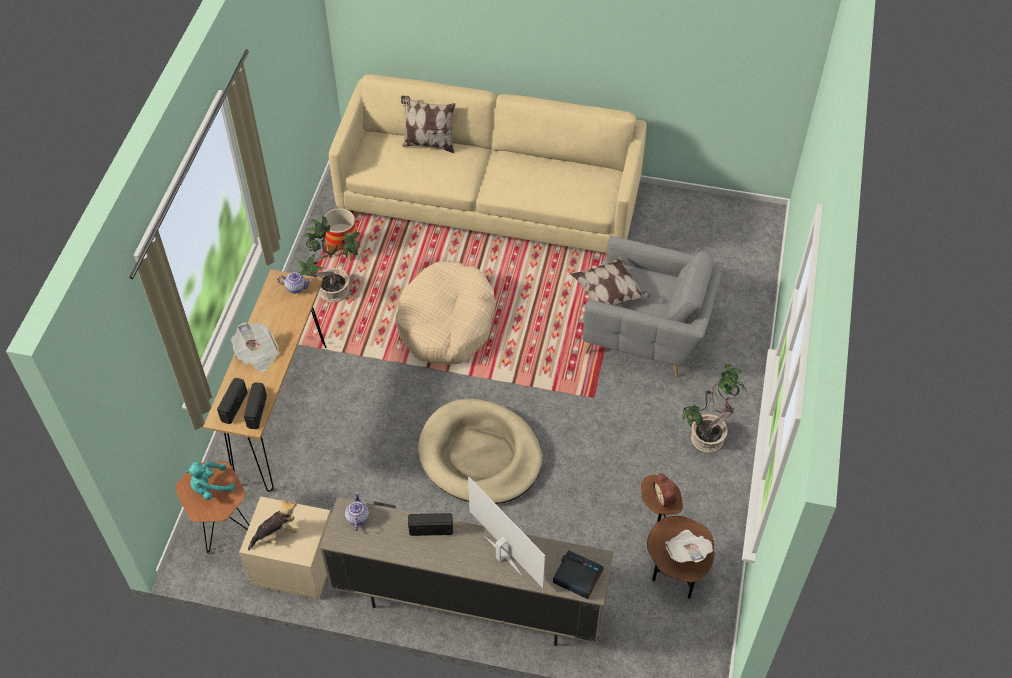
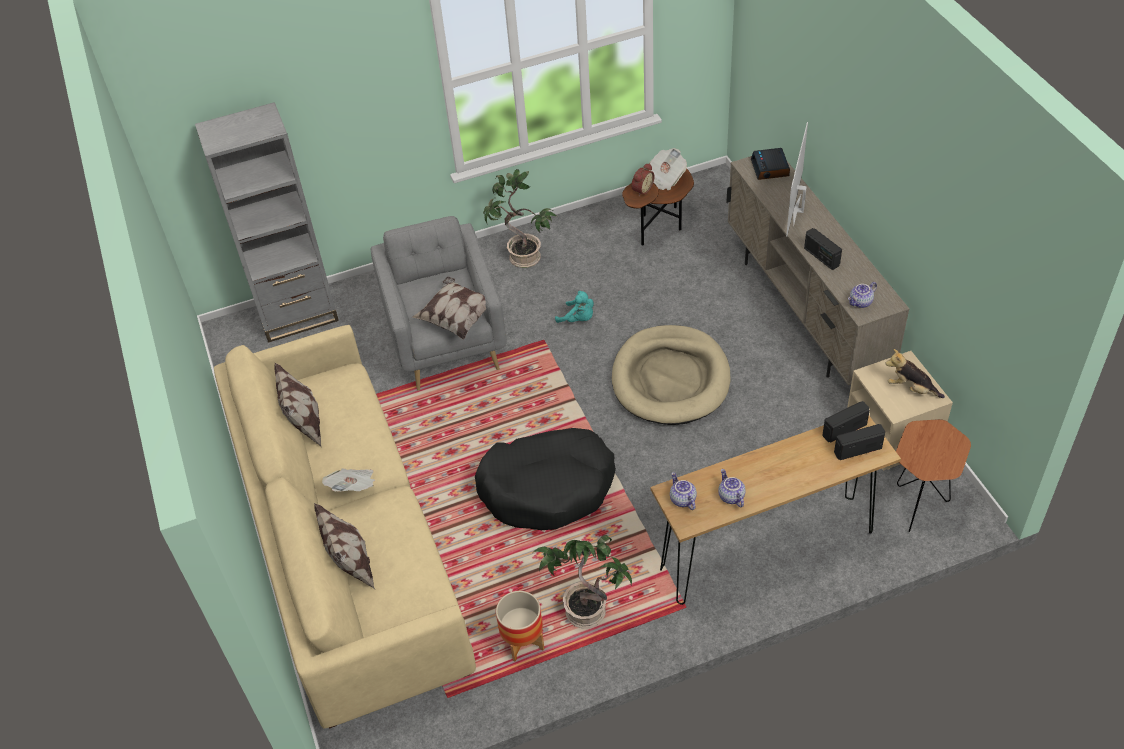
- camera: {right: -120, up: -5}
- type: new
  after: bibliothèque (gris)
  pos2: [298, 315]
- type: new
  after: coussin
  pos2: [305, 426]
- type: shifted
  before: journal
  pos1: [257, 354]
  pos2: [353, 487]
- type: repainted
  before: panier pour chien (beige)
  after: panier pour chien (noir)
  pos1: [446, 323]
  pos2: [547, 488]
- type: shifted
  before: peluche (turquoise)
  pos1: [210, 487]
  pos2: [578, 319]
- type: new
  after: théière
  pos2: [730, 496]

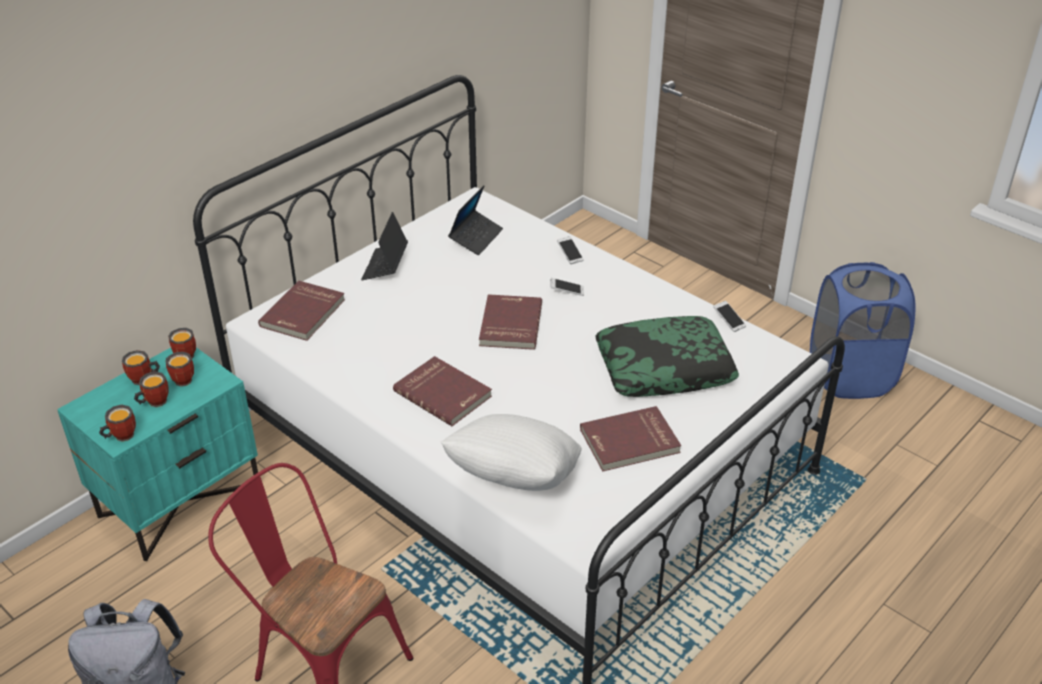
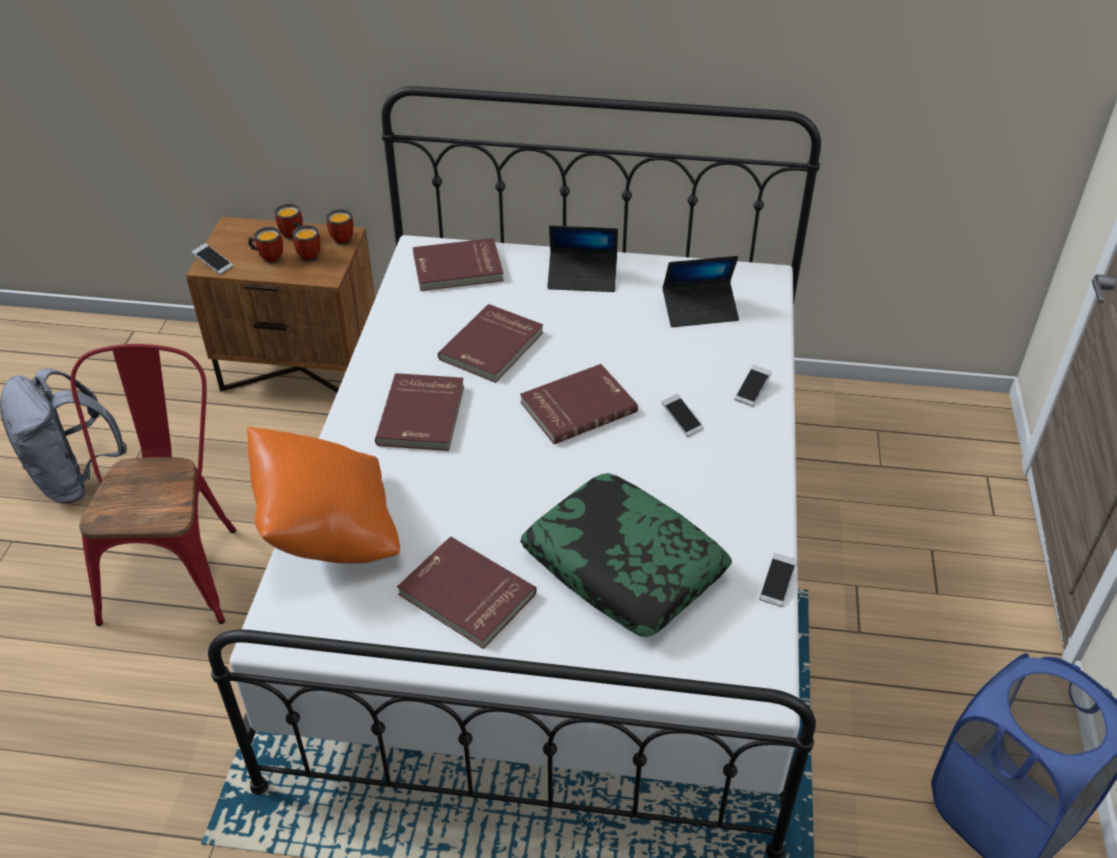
- camera: {right: 55, up: 5}
- type: repainted
  before: table de chevet (turquoise)
  after: table de chevet (marron)
  pos1: [179, 499]
  pos2: [301, 367]
- type: swapped
  before: mug
  after: téléphone
  pos1: [120, 436]
  pos2: [213, 264]
- type: repainted
  before: coussin (blanc)
  after: coussin (orange)
  pos1: [514, 482]
  pos2: [329, 532]
- type: new
  after: livre (rouge)
  pos2: [493, 346]
- type: rotated
  before: ordinateur portable
  pos1: [385, 266]
  pos2: [582, 278]
  turn: -150

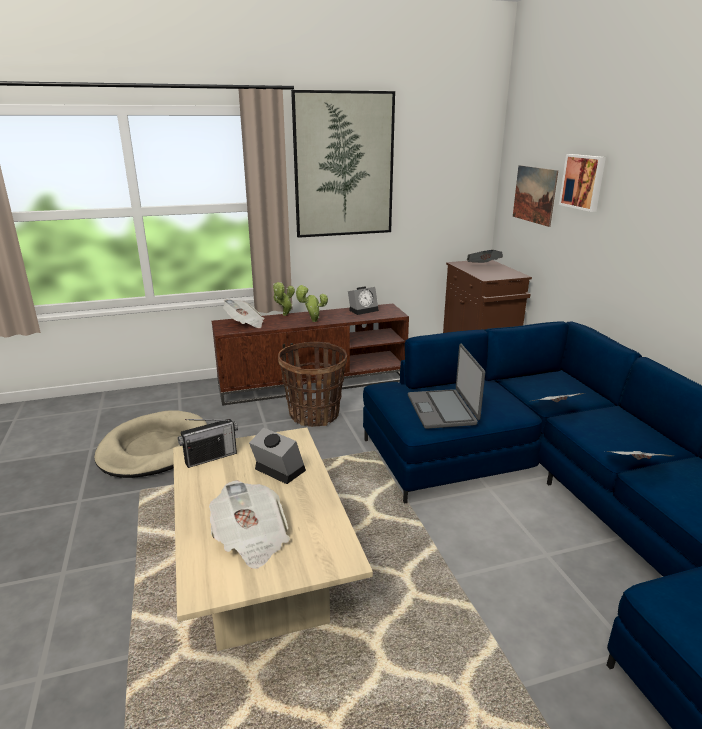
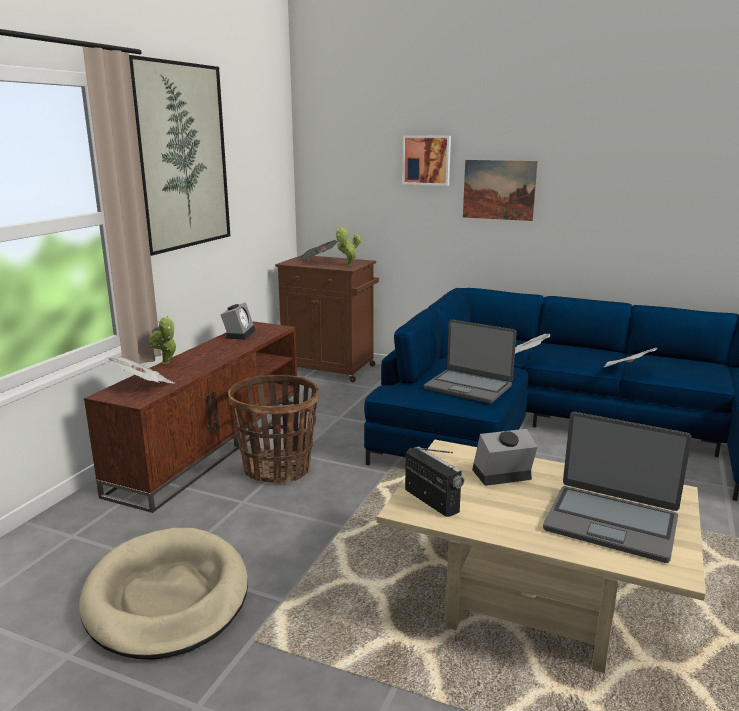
- camera: {right: -50, up: -5}
- type: shifted
  before: plante en pot
  pos1: [312, 321]
  pos2: [347, 265]
- type: rotated
  before: radio
  pos1: [210, 457]
  pos2: [431, 501]
  turn: -45
- type: shifted
  before: tableau
  pos1: [534, 195]
  pos2: [499, 190]
- type: swapped
  before: journal
  after: ordinateur portable
  pos1: [251, 540]
  pos2: [611, 523]

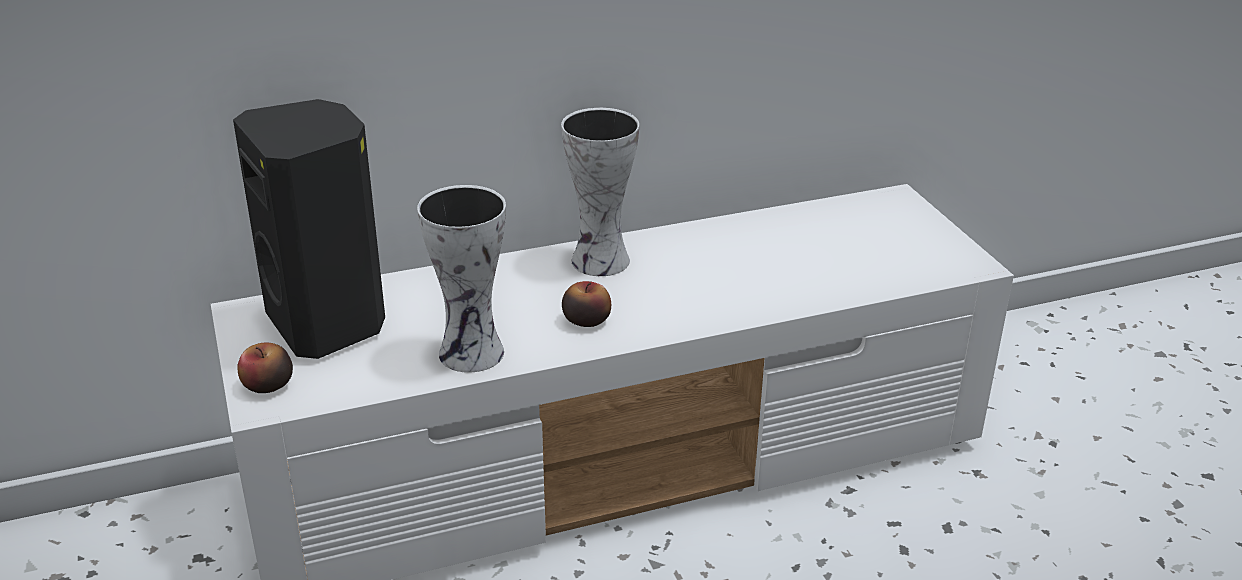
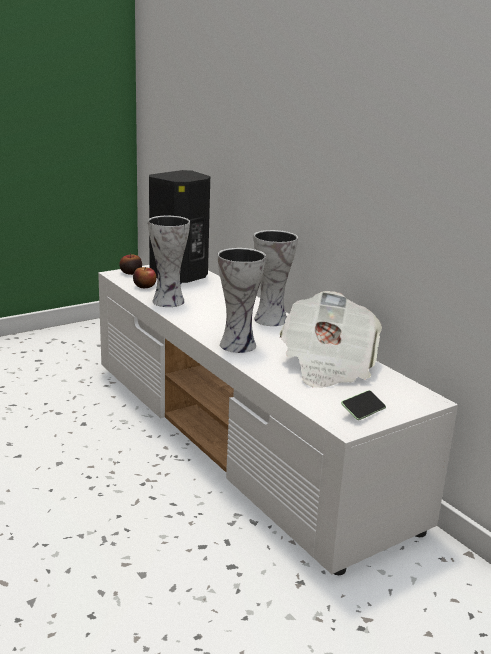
- camera: {right: 75, up: -10}
- type: shifted
  before: pomme
  pos1: [586, 320]
  pos2: [144, 286]
- type: new
  after: vase
  pos2: [238, 344]
- type: new
  after: journal
  pos2: [327, 365]
- type: new
  after: téléphone
  pos2: [363, 411]

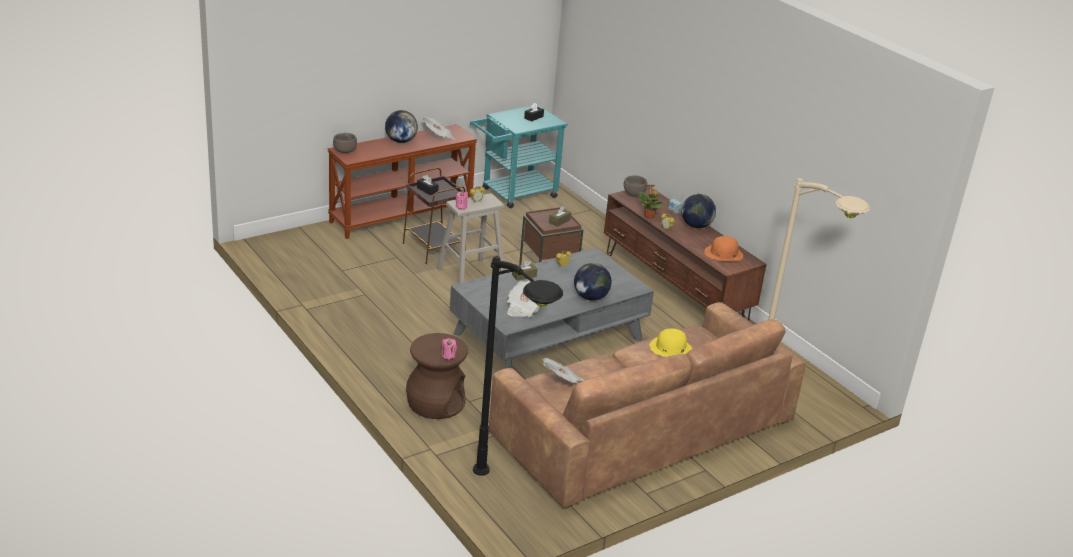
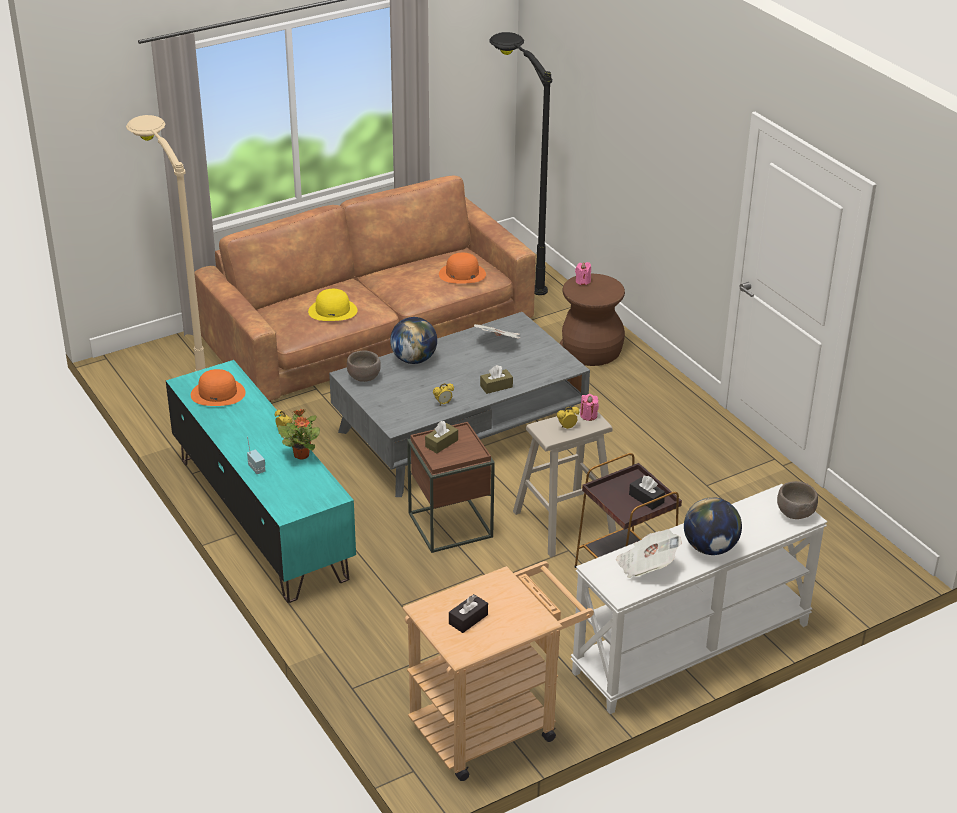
- camera: {right: -175, up: 5}
- type: repainted
  before: meuble télé (marron)
  after: meuble télé (turquoise)
  pos1: [675, 287]
  pos2: [261, 517]
- type: shifted
  before: bol (marron)
  pos1: [633, 194]
  pos2: [364, 378]
- type: repainted
  before: chariot (turquoise)
  after: chariot (beige)
  pos1: [514, 194]
  pos2: [494, 724]
- type: swapped
  before: journal
  after: chapeau (orange)
  pos1: [562, 381]
  pos2: [462, 274]
- type: repainted
  before: table console (marron)
  after: table console (blanc)
  pos1: [401, 215]
  pos2: [692, 649]
- type: gone
  before: globe
  pos1: [696, 226]

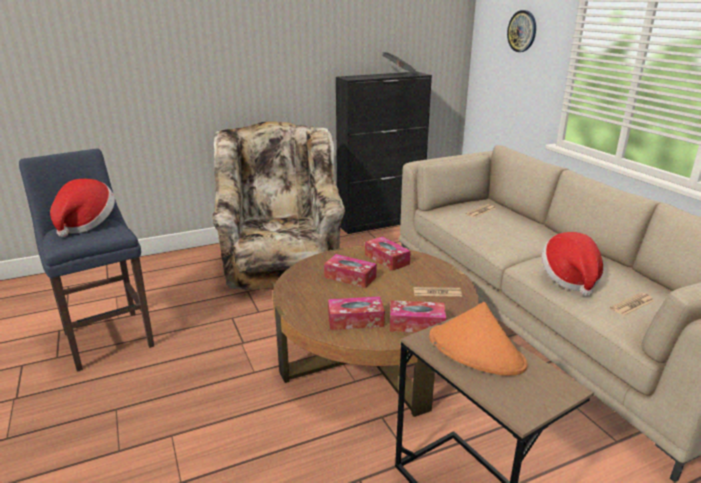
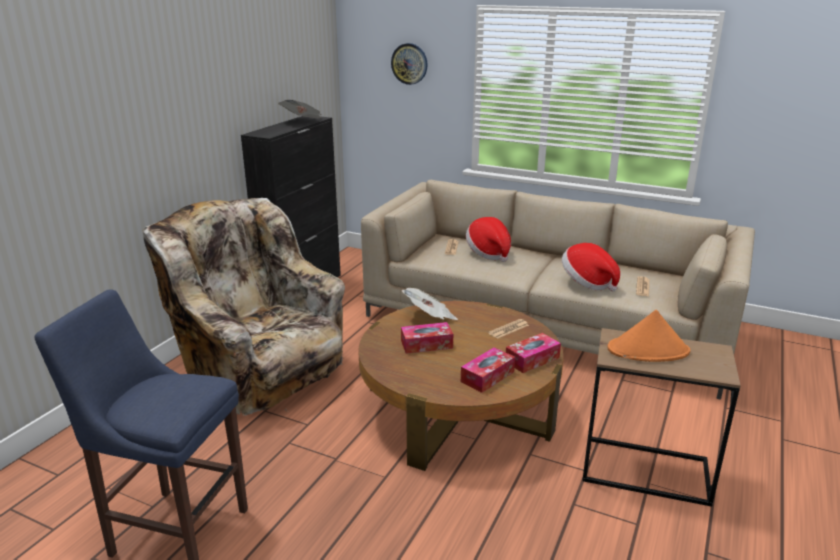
- camera: {right: -40, up: 0}
- type: swapped
  before: boîte à mouchoirs
  after: journal
  pos1: [387, 259]
  pos2: [430, 317]
- type: shifted
  before: chapeau
  pos1: [86, 224]
  pos2: [488, 253]

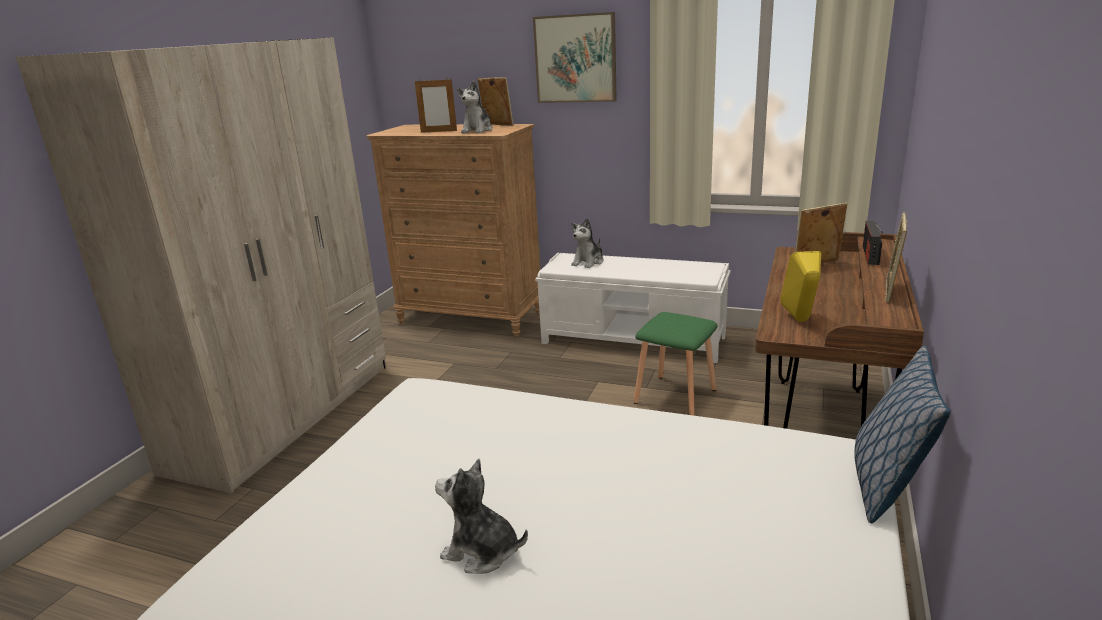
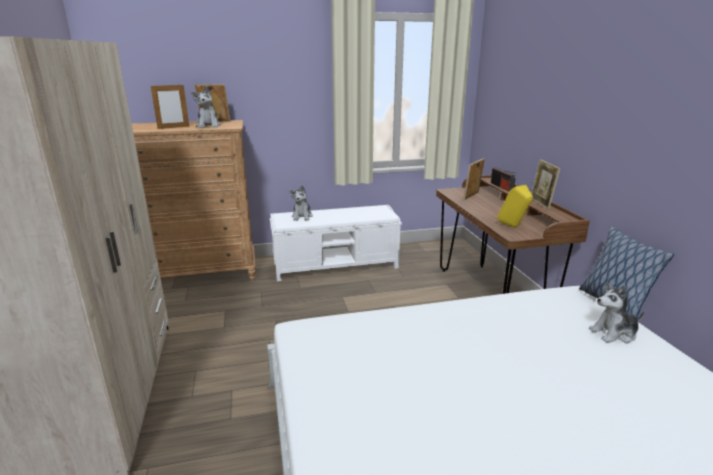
- camera: {right: -35, up: 0}
- type: shifted
  before: peluche
  pos1: [481, 552]
  pos2: [614, 333]
- type: gone
  before: tableau
  pos1: [575, 59]
- type: gone
  before: tabouret (vert)
  pos1: [675, 395]

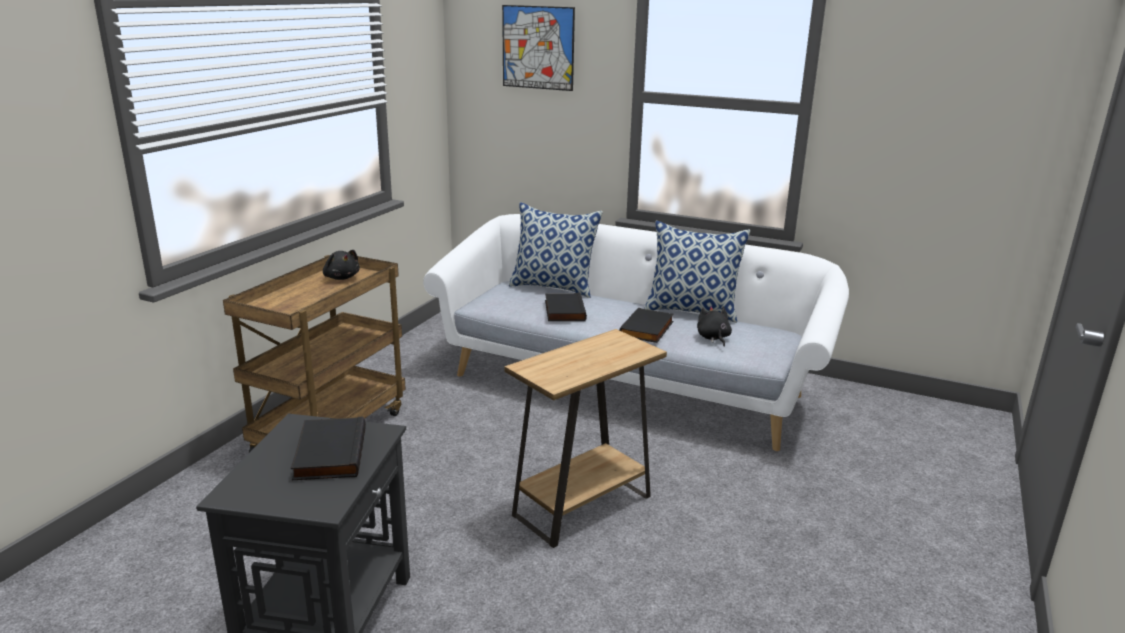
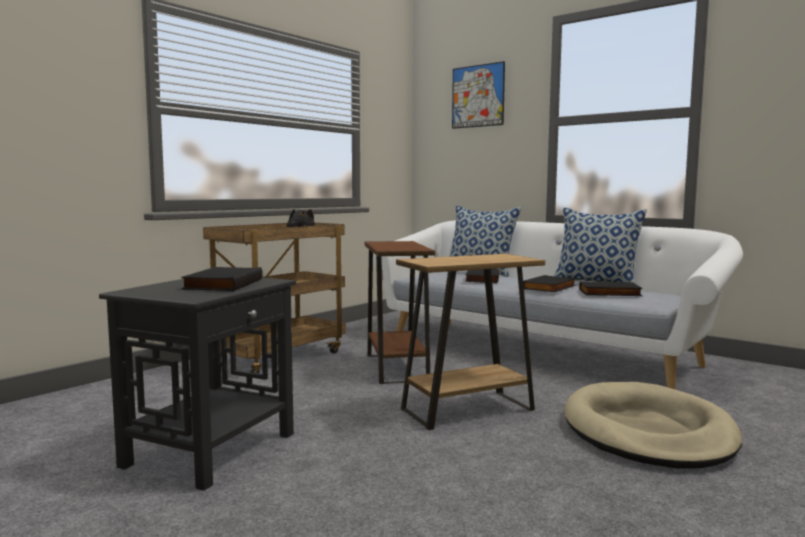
- camera: {right: 15, up: -15}
- type: new
  after: table d'appoint (marron)
  pos2: [396, 368]
- type: new
  after: panier pour chien (beige)
  pos2: [647, 432]
- type: swapped
  before: peluche (noir)
  after: livre (noir)
  pos1: [713, 338]
  pos2: [609, 293]

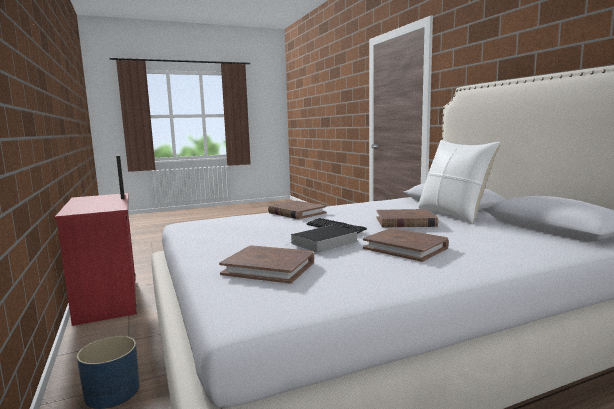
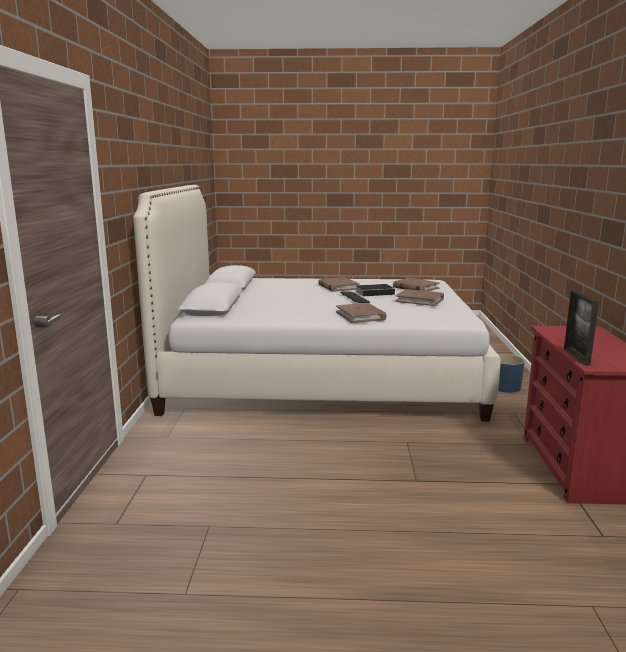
- camera: {right: -155, up: 5}
- type: shifted
  before: livre (marron)
  pos1: [405, 222]
  pos2: [419, 300]
- type: gone
  before: coussin (blanc)
  pos1: [452, 214]

